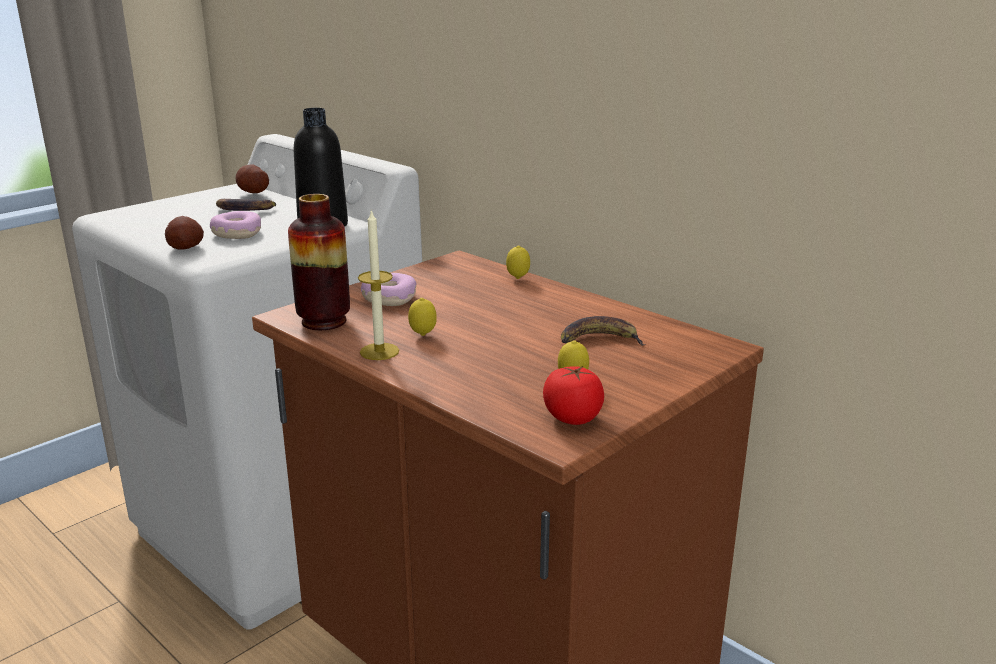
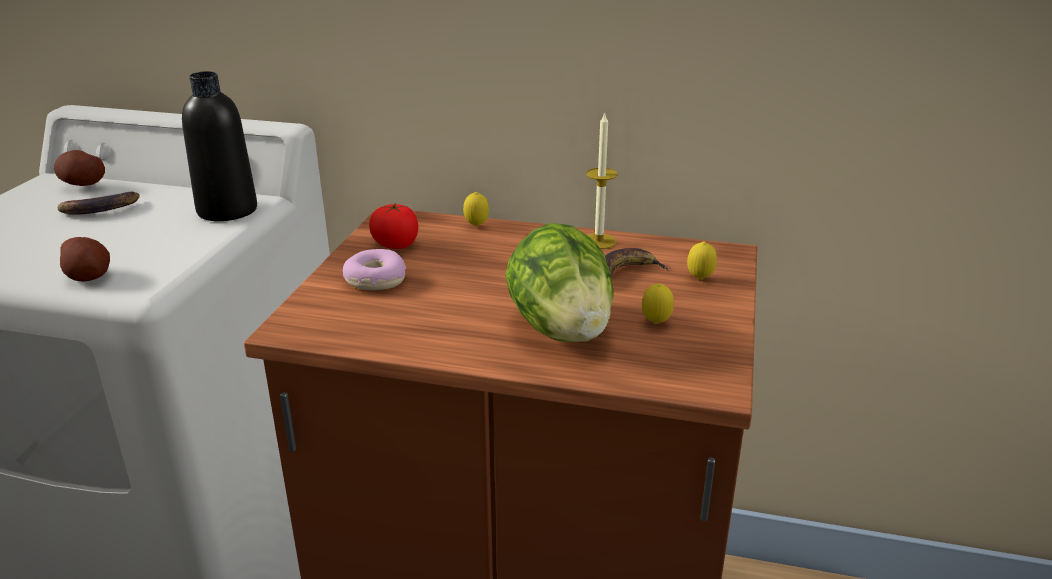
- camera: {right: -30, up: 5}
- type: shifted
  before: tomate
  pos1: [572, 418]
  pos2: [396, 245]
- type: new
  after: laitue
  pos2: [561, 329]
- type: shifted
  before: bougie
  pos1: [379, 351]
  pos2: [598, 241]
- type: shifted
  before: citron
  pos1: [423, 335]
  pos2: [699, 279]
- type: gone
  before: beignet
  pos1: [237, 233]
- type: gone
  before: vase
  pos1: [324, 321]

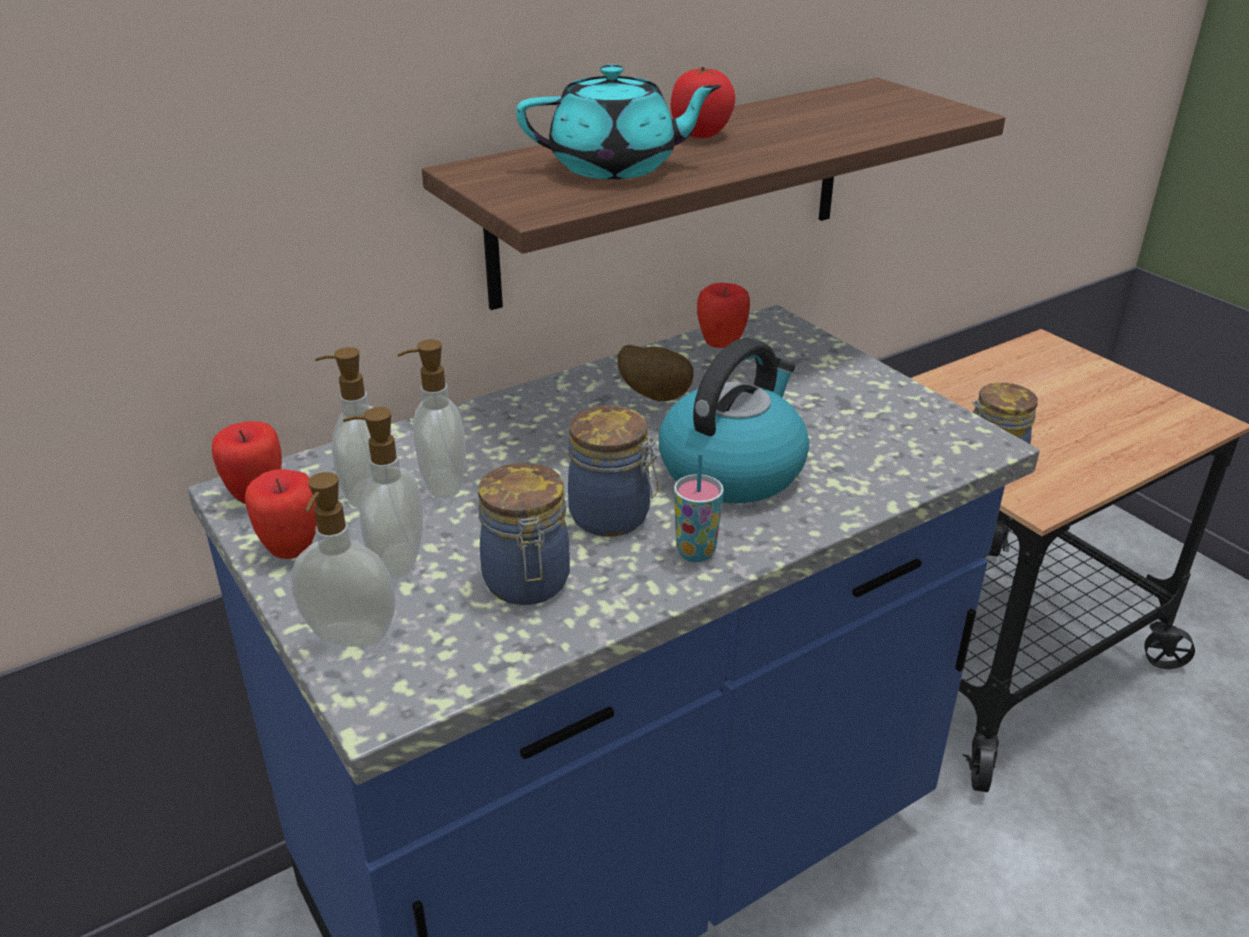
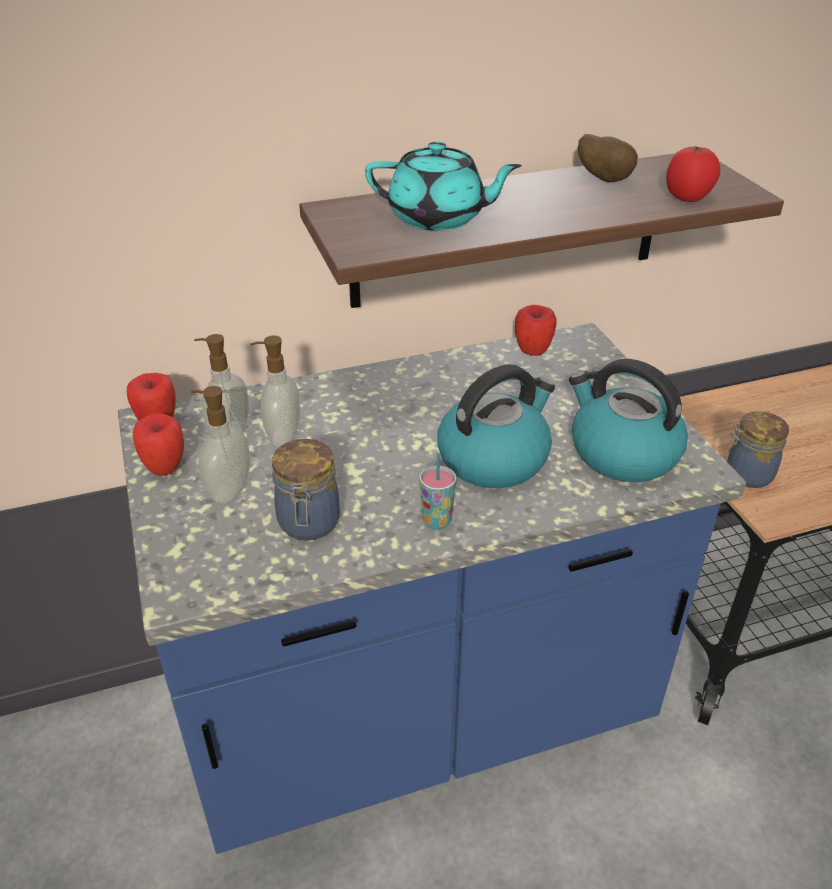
- camera: {right: 15, up: 5}
- type: new
  after: bouilloire
  pos2: [622, 453]
- type: shifted
  before: pomme de terre
  pos1: [656, 396]
  pos2: [605, 179]
- type: shifted
  before: tomate
  pos1: [702, 134]
  pos2: [688, 198]
- type: gone
  before: distributeur de savon
  pos1: [349, 638]
- type: gone
  before: bocal
  pos1: [613, 517]

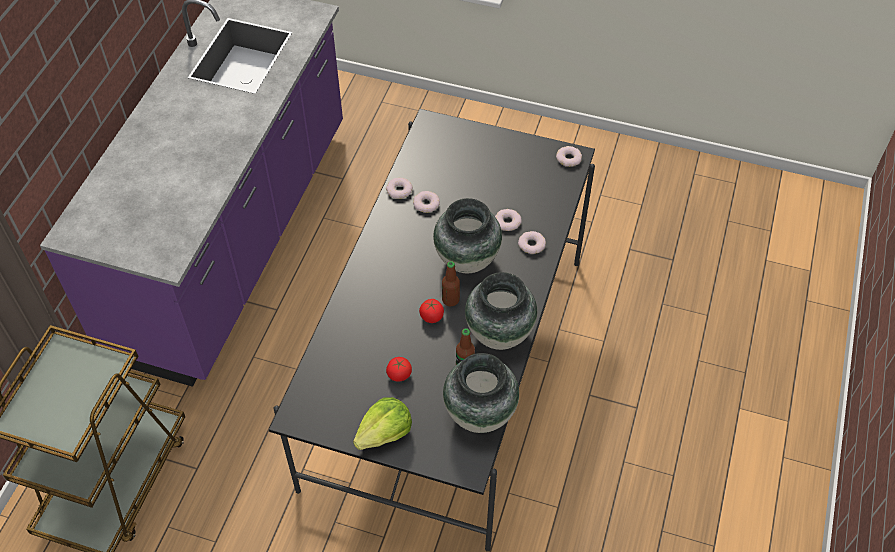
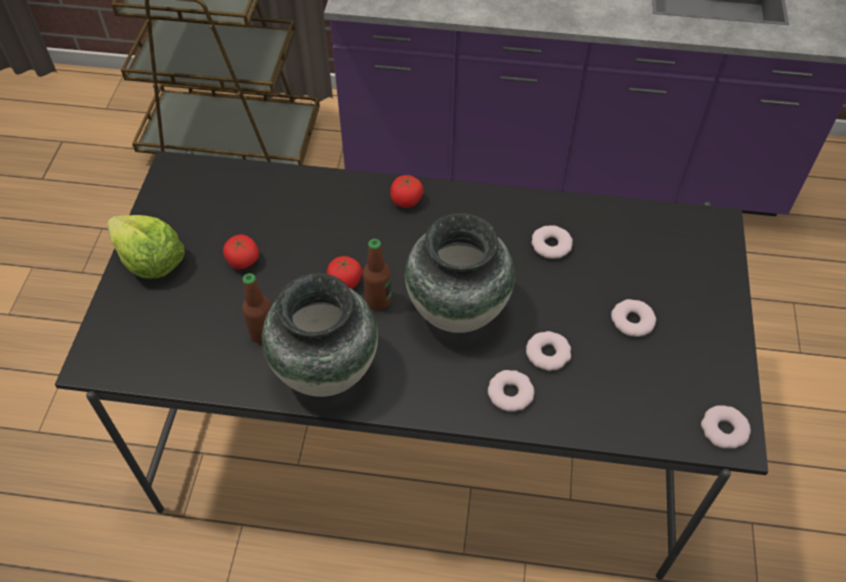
- camera: {right: 80, up: 0}
- type: new
  after: tomate
  pos2: [406, 200]
- type: shifted
  before: beignet
  pos1: [399, 190]
  pos2: [632, 321]
- type: gone
  before: vase
  pos1: [479, 414]

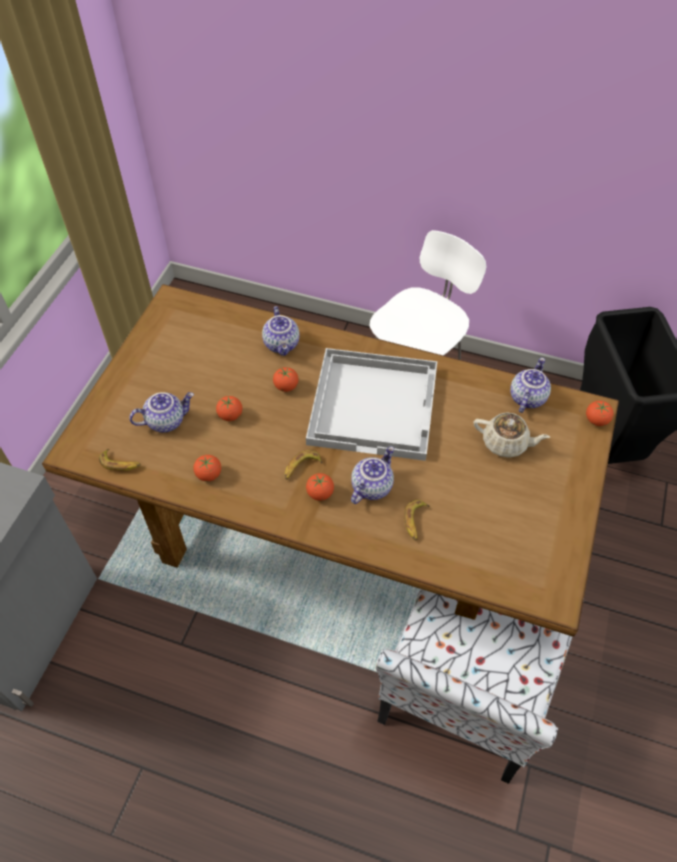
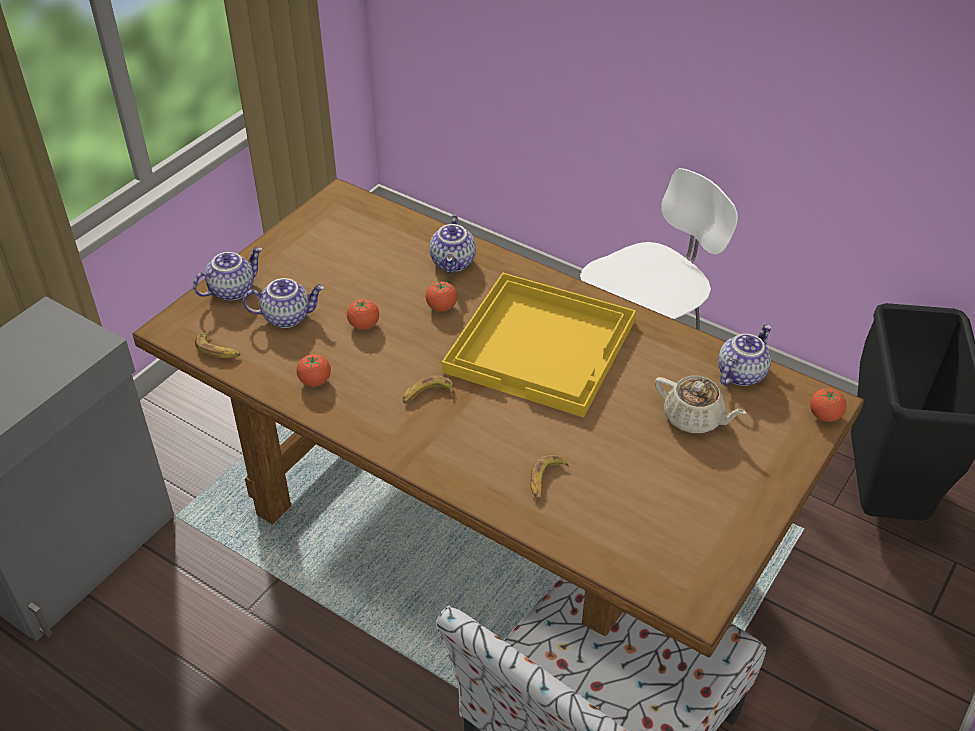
- camera: {right: 15, up: -10}
- type: shifted
  before: théière
  pos1: [371, 486]
  pos2: [232, 289]
- type: repainted
  before: plateau (blanc)
  after: plateau (jaune)
  pos1: [374, 404]
  pos2: [542, 345]
- type: gone
  before: tomate
  pos1: [320, 493]

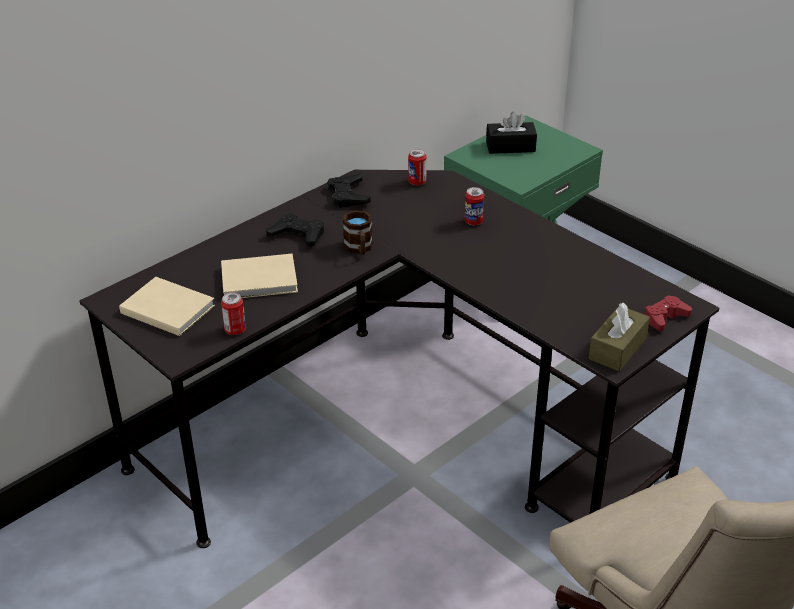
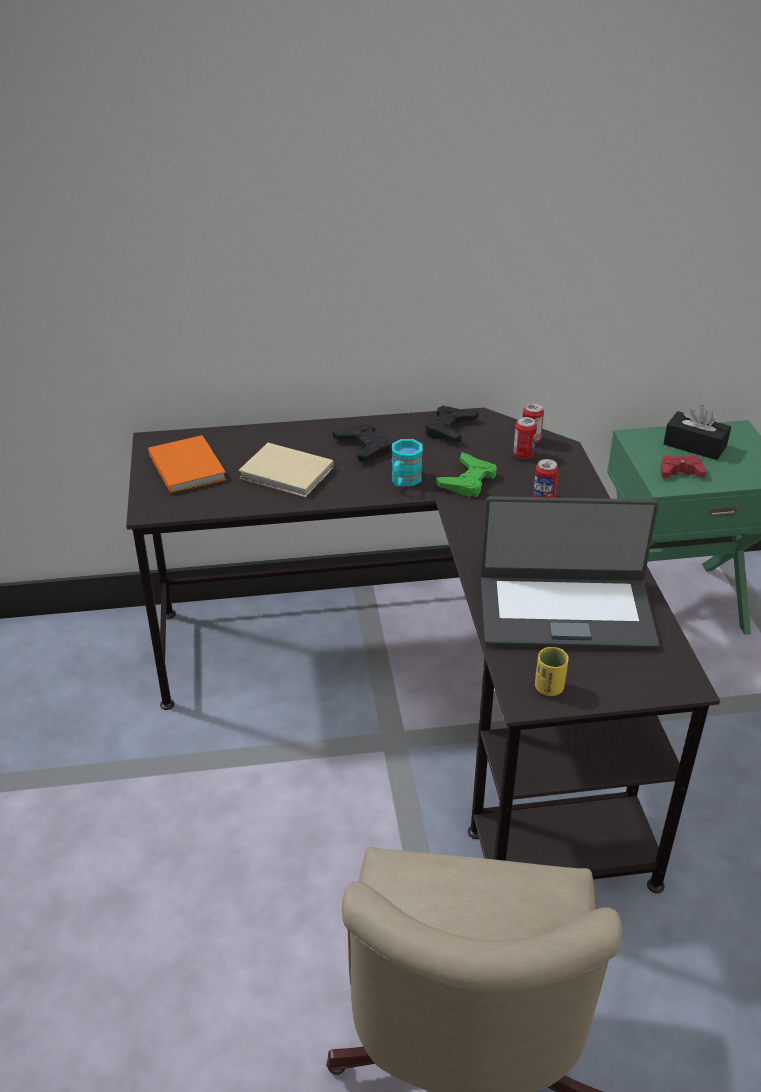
- camera: {right: 35, up: 0}
- type: repainted
  before: livre (beige)
  after: livre (orange)
  pos1: [167, 308]
  pos2: [188, 466]
- type: repainted
  before: mug (marron)
  after: mug (turquoise)
  pos1: [359, 249]
  pos2: [403, 481]
- type: new
  after: manette (vert)
  pos2: [468, 481]
- type: new
  after: ordinateur portable
  pos2: [565, 611]
- type: shifted
  before: boîte métallique
  pos1: [235, 330]
  pos2: [523, 455]
- type: swapped
  before: boîte à mouchoirs (marron)
  after: tasse (jaune)
  pos1: [617, 348]
  pos2: [549, 688]
- type: shifted
  before: manette (rouge)
  pos1: [665, 318]
  pos2: [680, 472]

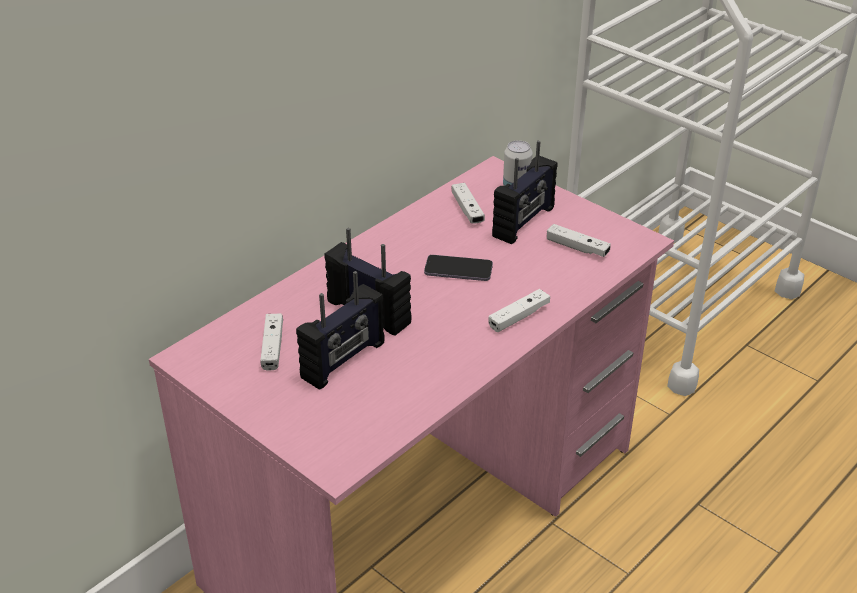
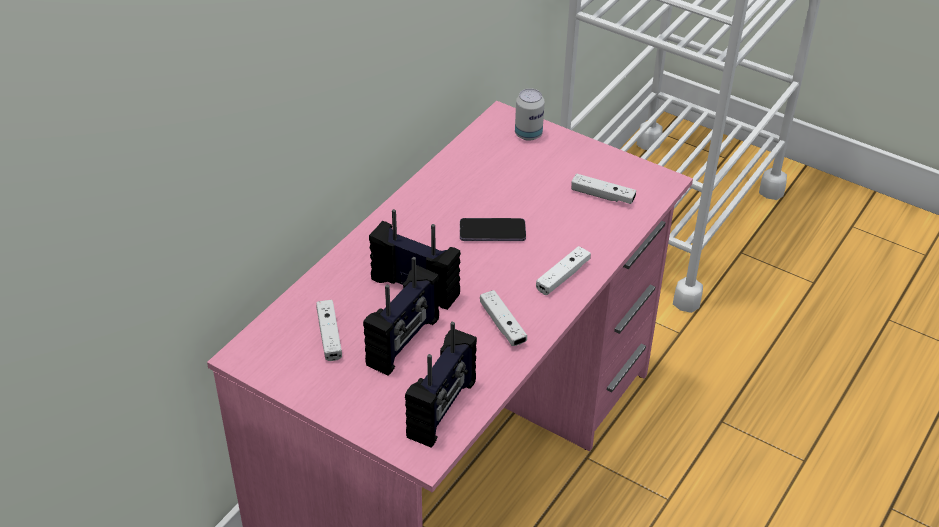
- camera: {right: -10, up: 5}
- type: shifted
  before: radio
  pos1: [524, 222]
  pos2: [443, 409]
- type: shifted
  before: manette (blanc)
  pos1: [467, 210]
  pos2: [502, 325]

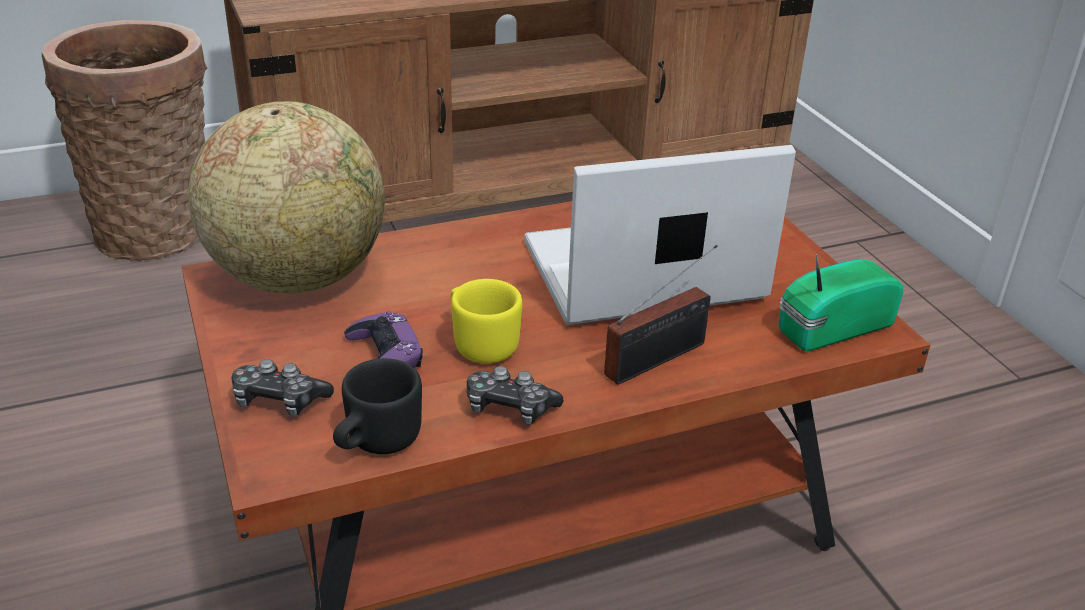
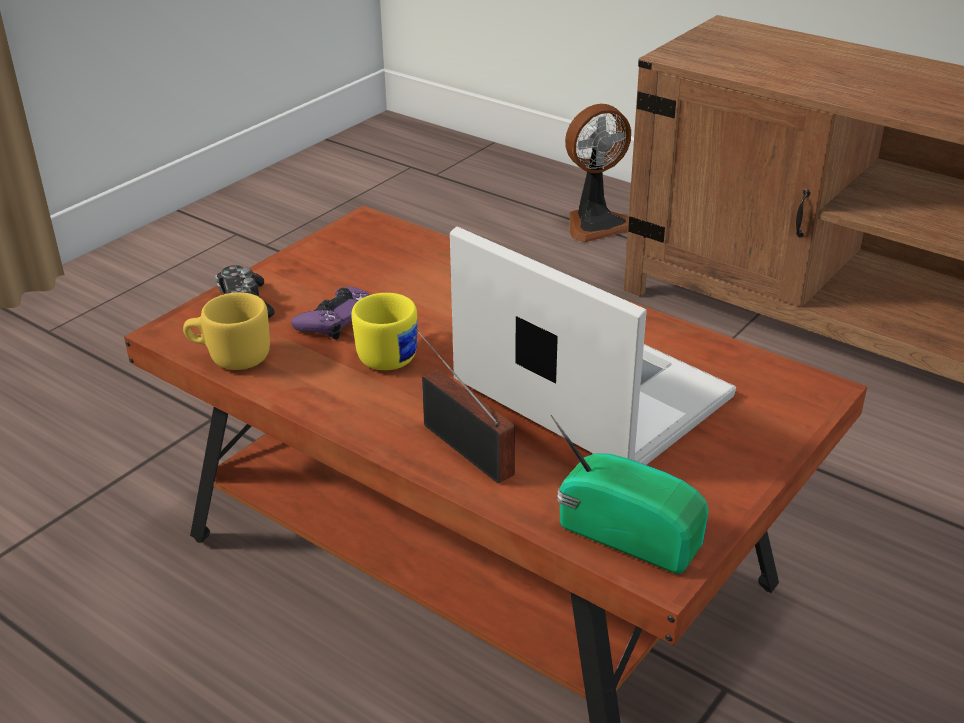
- camera: {right: 60, up: 0}
- type: repainted
  before: mug (noir)
  after: mug (jaune)
  pos1: [375, 443]
  pos2: [231, 357]
- type: rotated
  before: radio
  pos1: [661, 357]
  pos2: [464, 446]
  turn: -150
- type: swapped
  before: panier
  after: ventilateur
  pos1: [158, 229]
  pos2: [595, 224]
- type: gone
  before: globe
  pos1: [298, 277]
- type: gone
  before: manette
  pos1: [509, 408]

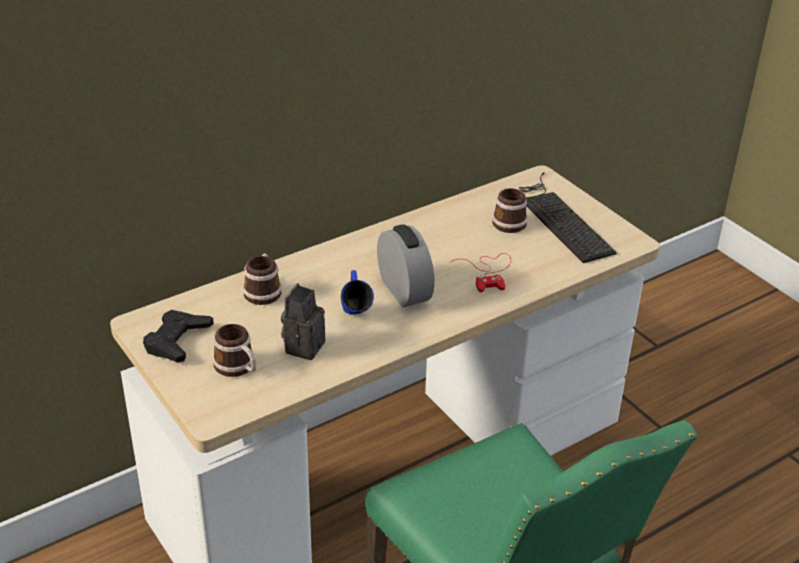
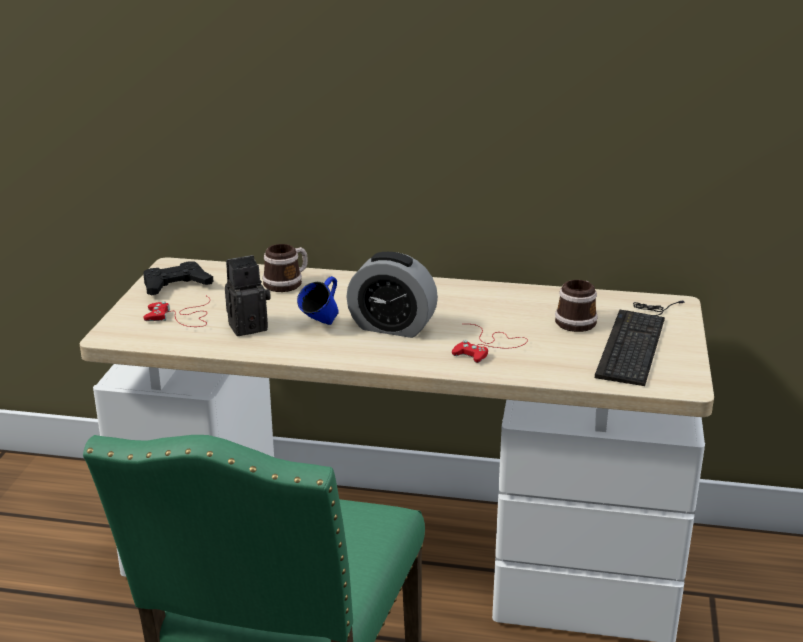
- camera: {right: 45, up: -10}
- type: swapped
  before: mug
  after: manette (rouge)
  pos1: [238, 367]
  pos2: [182, 317]
- type: rotated
  before: réveil
  pos1: [404, 290]
  pos2: [392, 327]
  turn: 90

